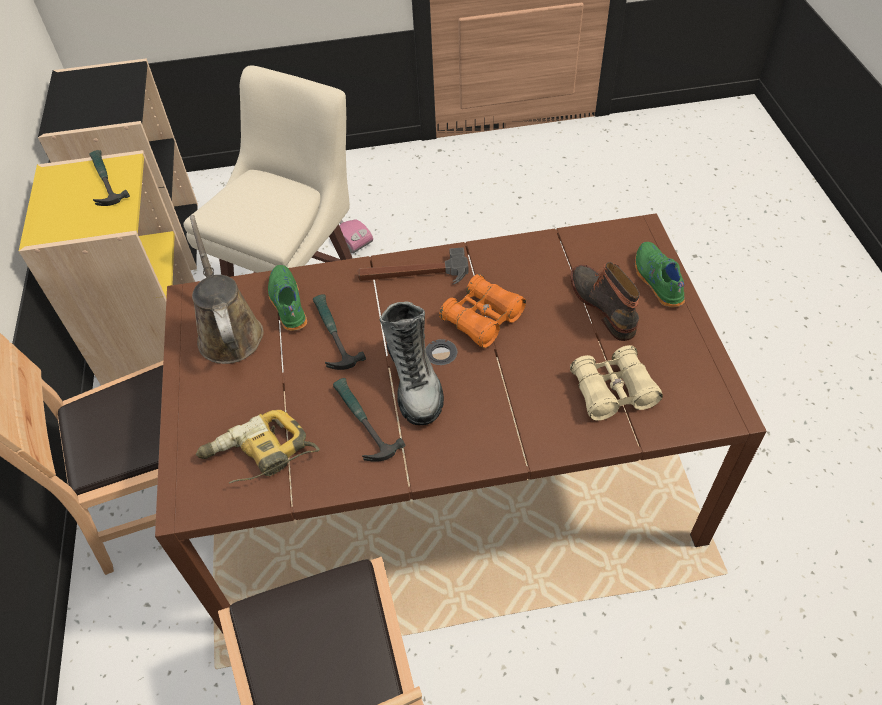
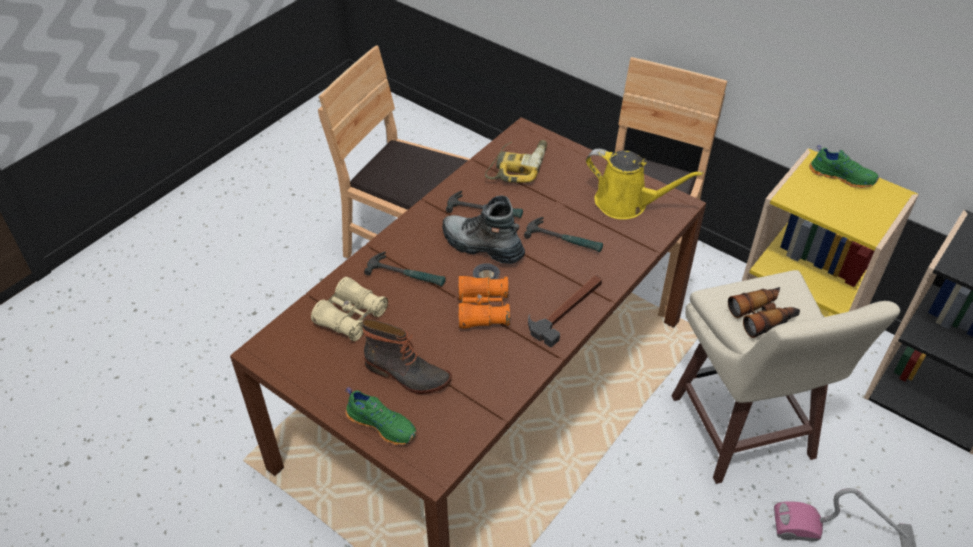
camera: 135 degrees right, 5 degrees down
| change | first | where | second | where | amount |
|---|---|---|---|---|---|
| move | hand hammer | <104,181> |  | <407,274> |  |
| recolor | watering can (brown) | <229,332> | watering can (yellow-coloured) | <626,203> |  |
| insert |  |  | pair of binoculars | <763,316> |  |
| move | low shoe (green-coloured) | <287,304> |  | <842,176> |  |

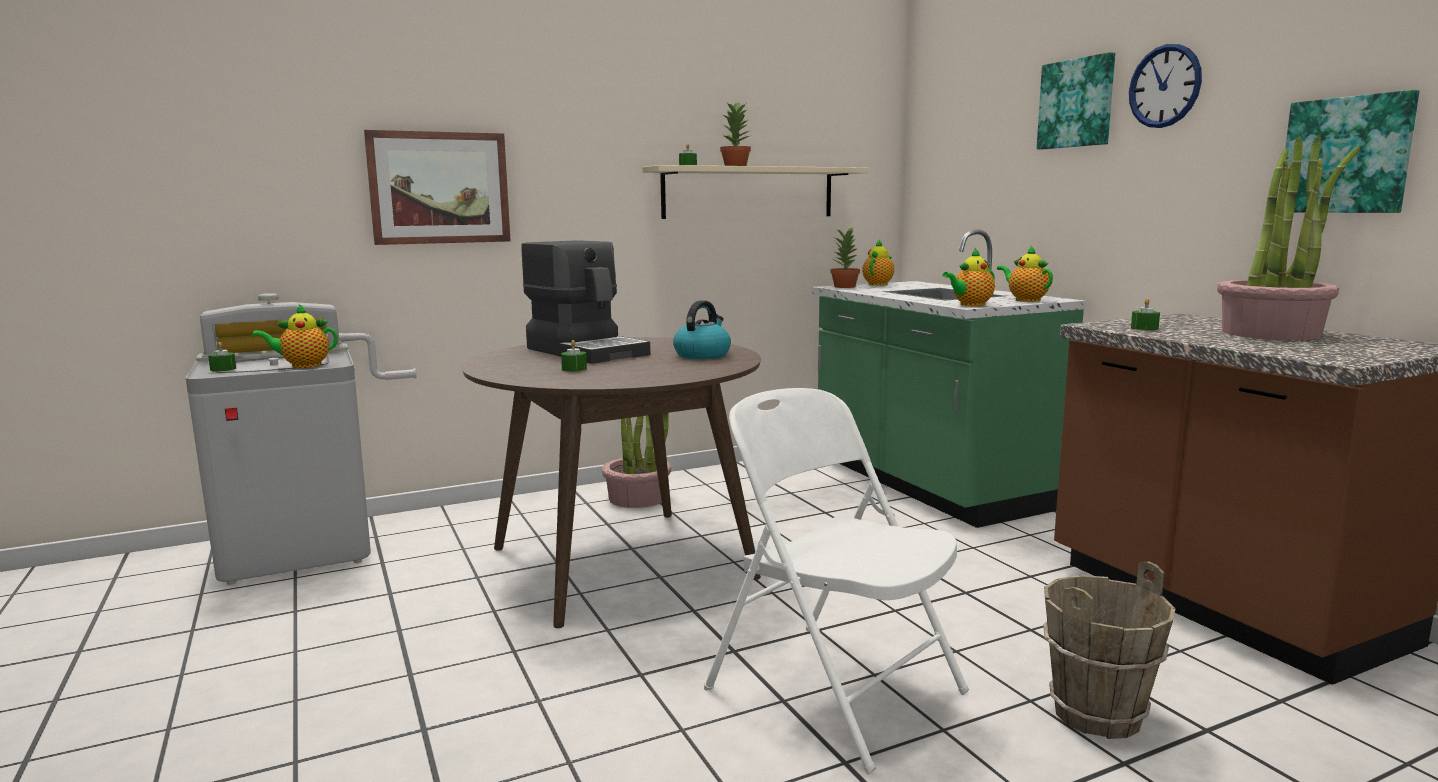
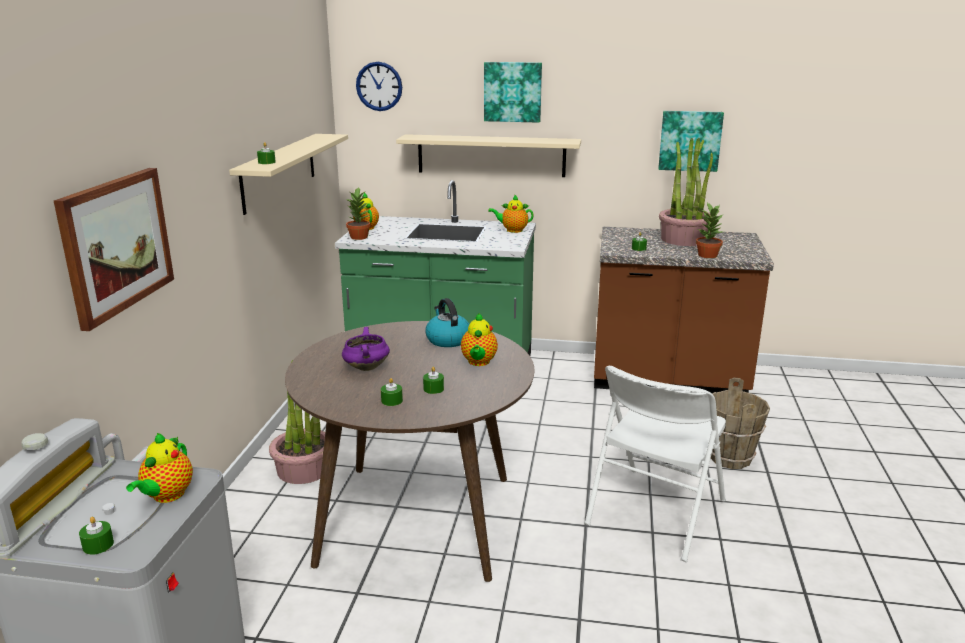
camera: 55 degrees left, 10 degrees up
| change | first | where | second | where | amount |
|---|---|---|---|---|---|
| replace | coffee machine | <587,351> | stockpot (purplish) | <366,367> |  |
| move | wall clock | <1164,86> |  | <379,86> |  |
| insert |  |  | candle (green-coloured) | <392,401> |  |
| insert |  |  | bracket shelf (sand-coloured) | <491,155> |  |
| move | pot for tea | <970,305> |  | <478,362> |  |
| rotate | chair (whitish) | <835,690> |  | <655,512> | 45 degrees counterclockwise |
| move | potted plant | <736,166> |  | <707,255> |  |

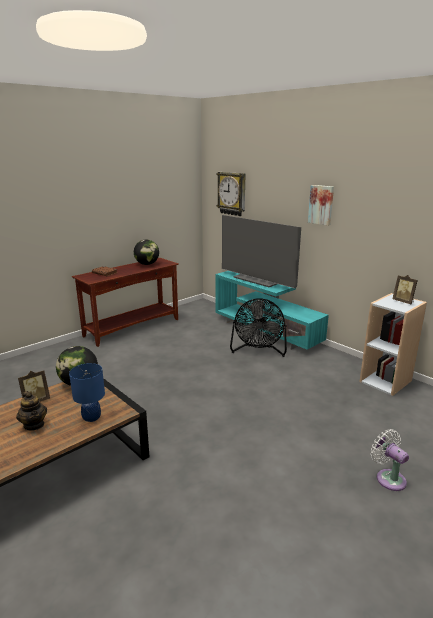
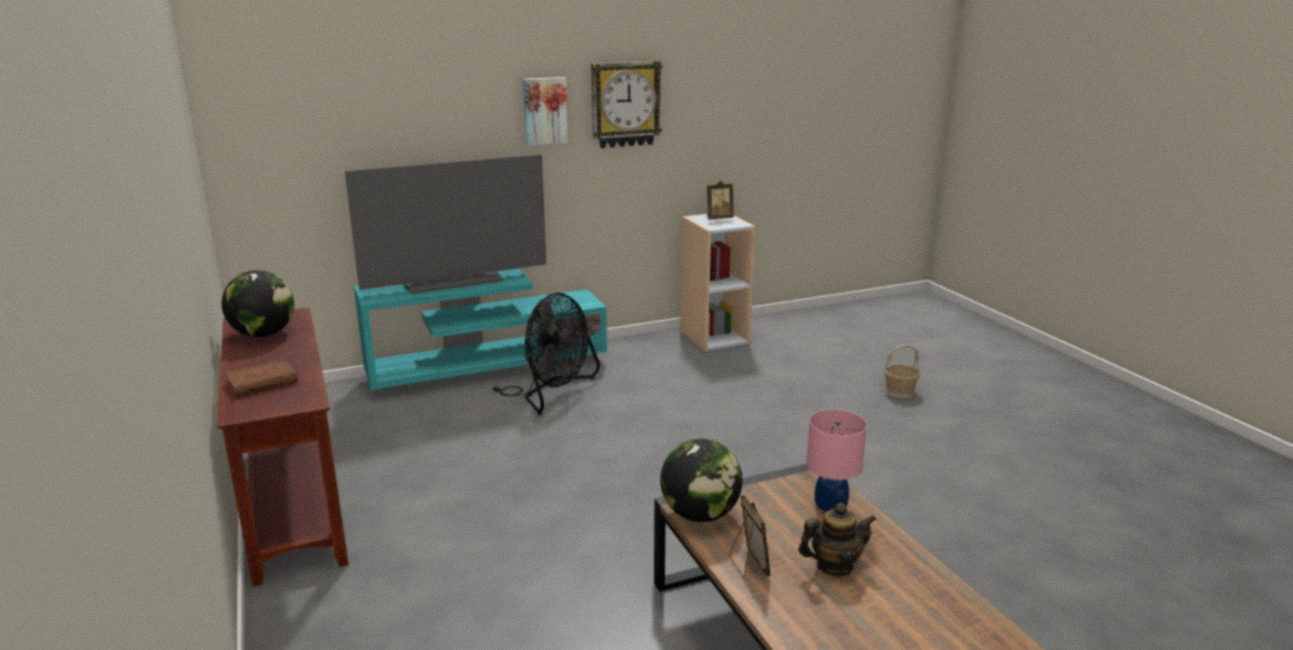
camera: 70 degrees left, 0 degrees up
| change | first | where | second | where | amount |
|---|---|---|---|---|---|
| move | wall clock | <232,193> |  | <625,104> |  |
| recolor | table lamp (bluish) | <92,418> | table lamp (pink) | <828,507> |  |
| replace | electric fan (whitish) | <388,478> | basket | <900,392> |  |

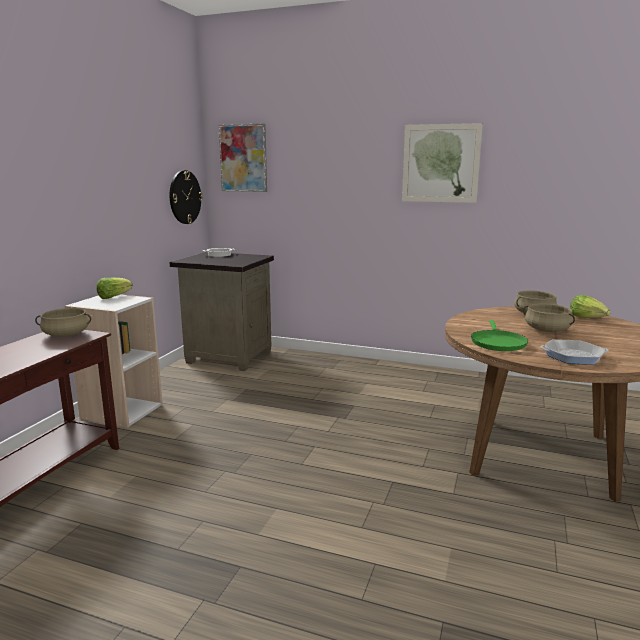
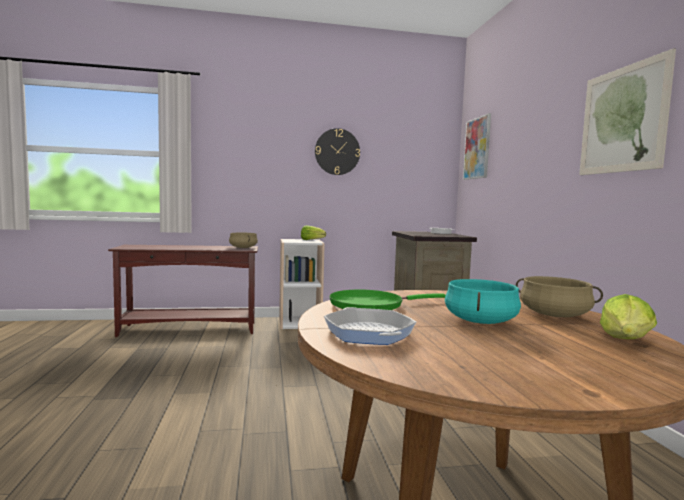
camera: 60 degrees right, 10 degrees down
| change | first | where | second | where | amount |
|---|---|---|---|---|---|
| move | wall clock | <185,197> |  | <337,152> |  |
| recolor | stockpot (sand-coloured) | <546,330> | stockpot (turquoise) | <479,321> |  |

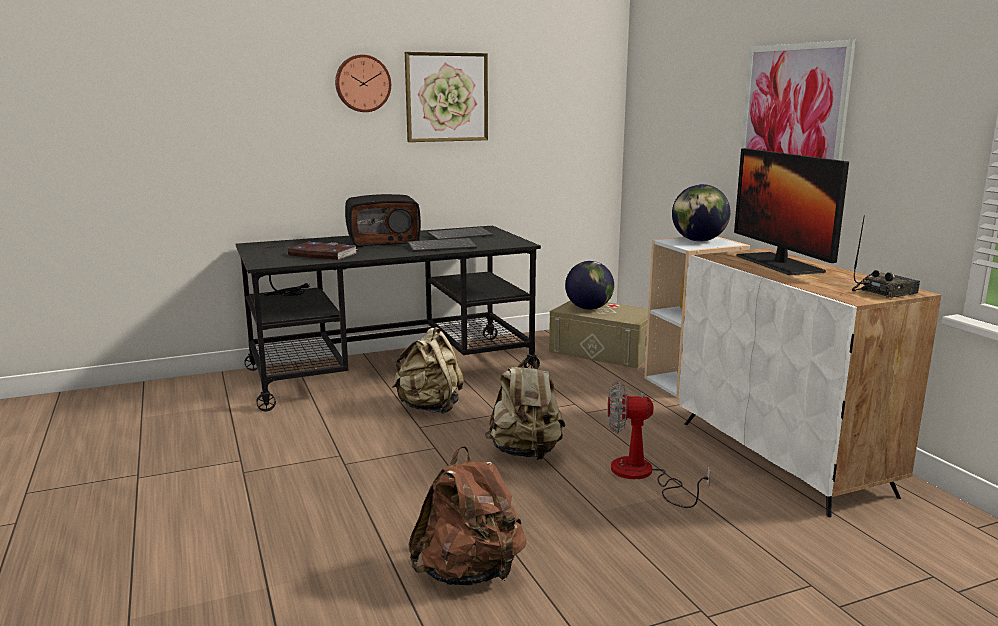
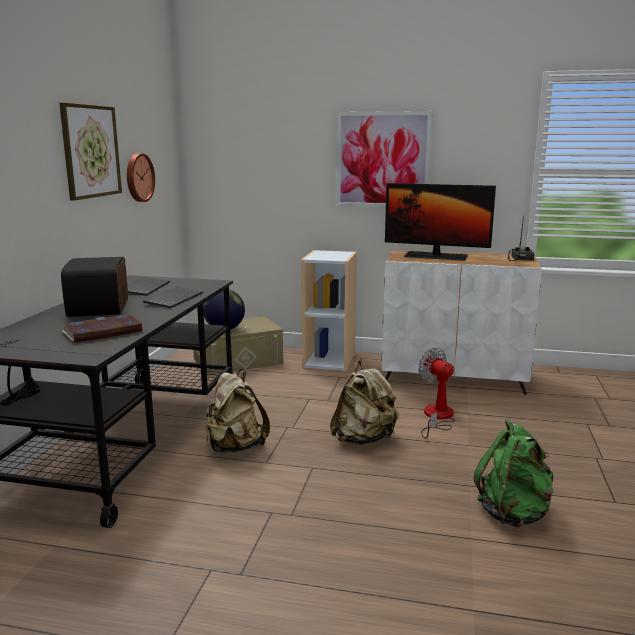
camera: 55 degrees left, 0 degrees up
| change | first | where | second | where | amount |
|---|---|---|---|---|---|
| rotate | radio receiver | <383,241> |  | <100,307> | 150 degrees clockwise |
| move | wall clock | <362,83> |  | <138,177> |  |
| rotate | electric fan | <642,476> |  | <437,417> | 105 degrees clockwise |
| recolor | knapsack (brown) | <469,573> | knapsack (green-coloured) | <513,513> |  |
| delete | world globe | <698,240> |  |  |  |

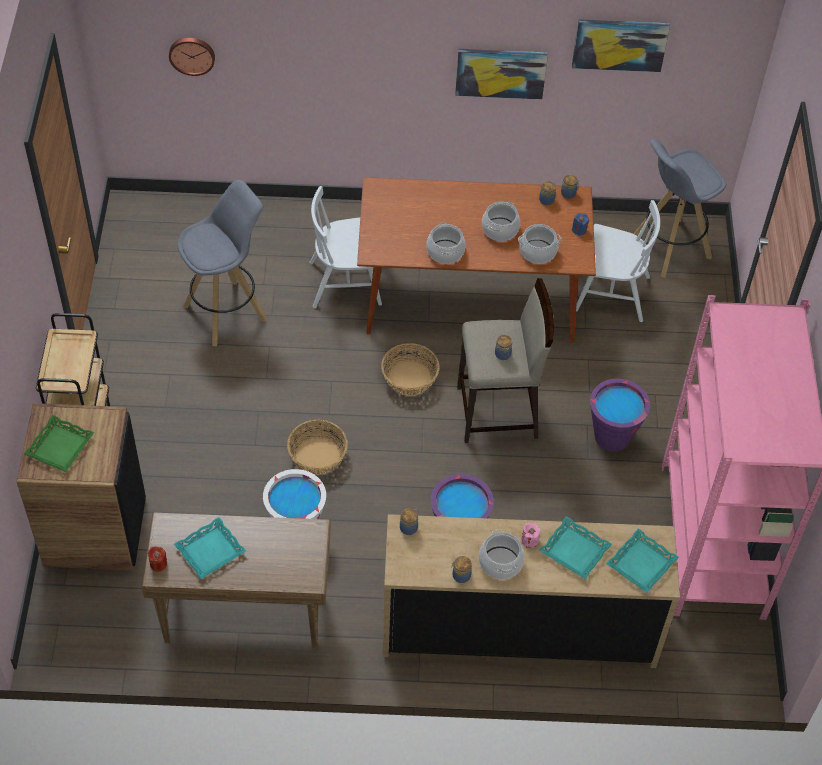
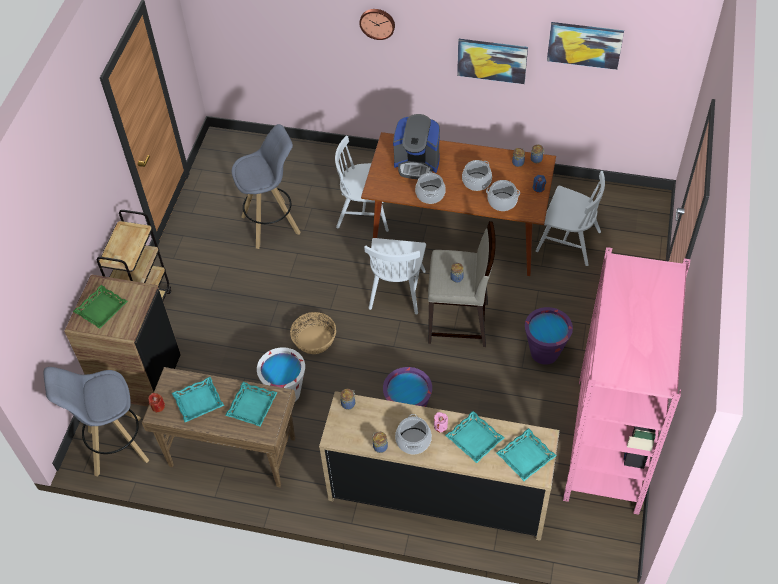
camera: 15 degrees right, 0 degrees up
| change | first | where | second | where | amount |
|---|---|---|---|---|---|
| move | sitting stool (gray) | <668,248> |  | <116,446> |  |
| insert |  |  | carrying tray (turquoise) | <251,406> |  |
| move | wall clock | <192,55> |  | <377,23> |  |
| replace | basket | <409,378> | chair (whitish) | <396,289> |  |
| insert |  |  | coffee machine | <417,163> |  |

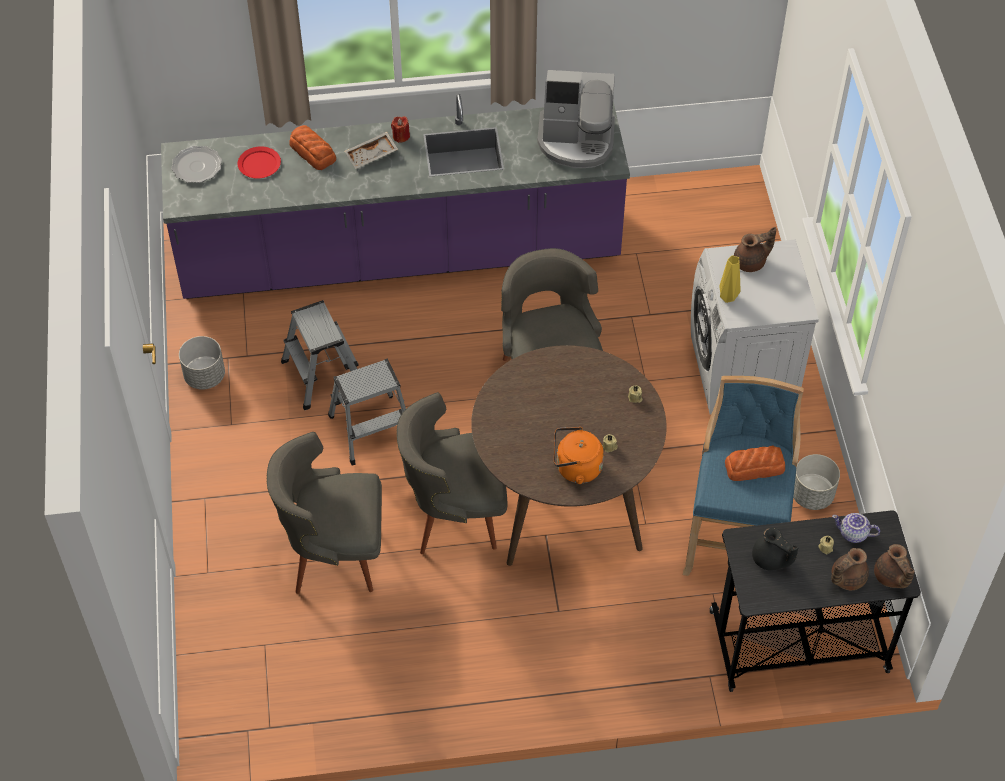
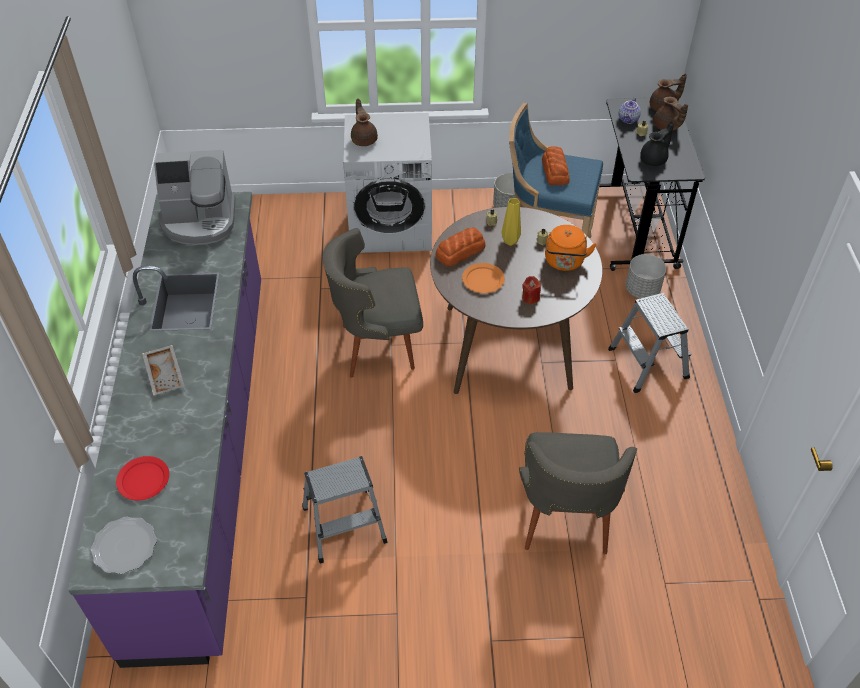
camera: 85 degrees left, 5 degrees down
| change | first | where | second | where | amount |
|---|---|---|---|---|---|
| rotate | coffee machine | <576,141> |  | <199,221> | 75 degrees clockwise |
| move | baked bread | <312,151> |  | <459,251> |  |
| insert |  |  | dinner plate (orange-coloured) | <483,280> |  |
| move | flower vase (yellow-coloured) | <728,296> |  | <509,241> |  |
| move | candle (reddish) | <401,136> |  | <530,297> |  |
| move | step stool (gray) | <372,428> |  | <648,362> |  |
| move | planter (gray) | <205,376> |  | <642,290> |  |
| delete | chair (gray) | <456,517> |  |  |  |

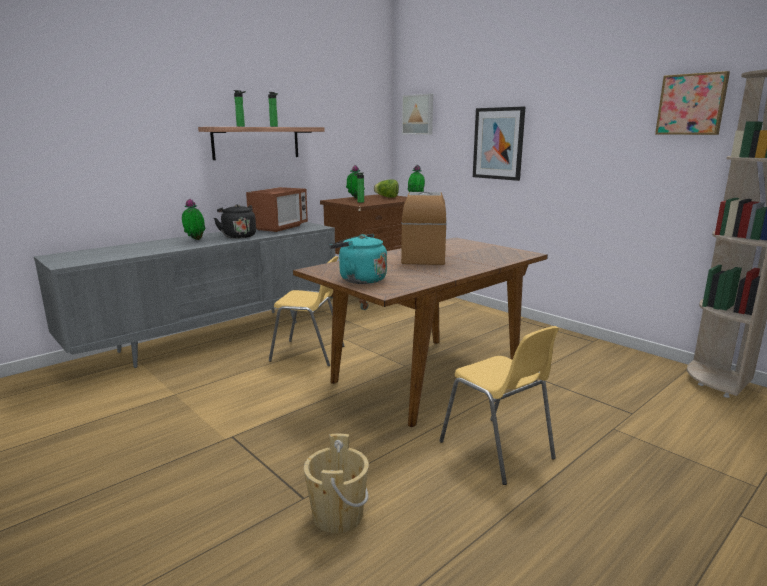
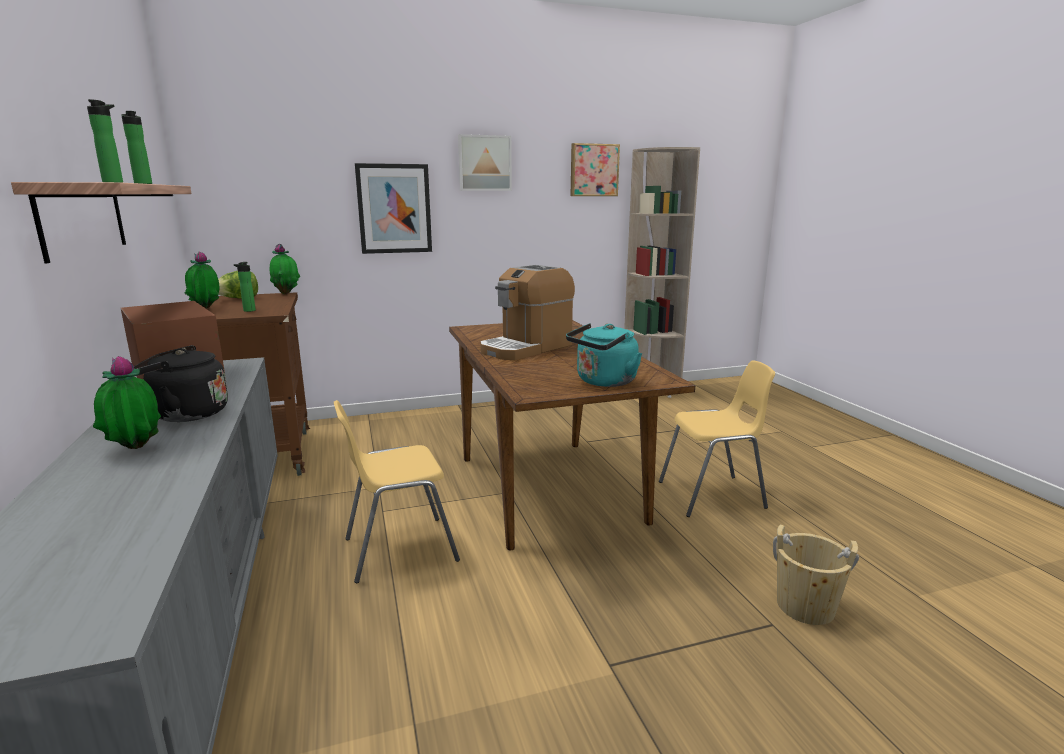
camera: 65 degrees left, 0 degrees up
| change | first | where | second | where | amount |
|---|---|---|---|---|---|
| rotate | chair (yellow-coloured) | <308,353> |  | <399,549> | 150 degrees counterclockwise |
| move | picture | <418,114> |  | <484,163> |  |
| rotate | coffee machine | <423,256> |  | <526,348> | 75 degrees counterclockwise |

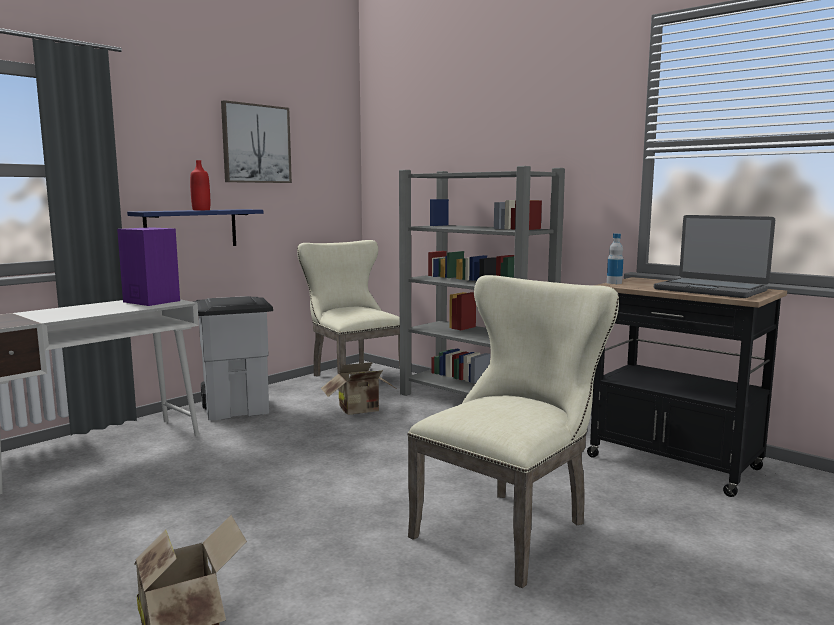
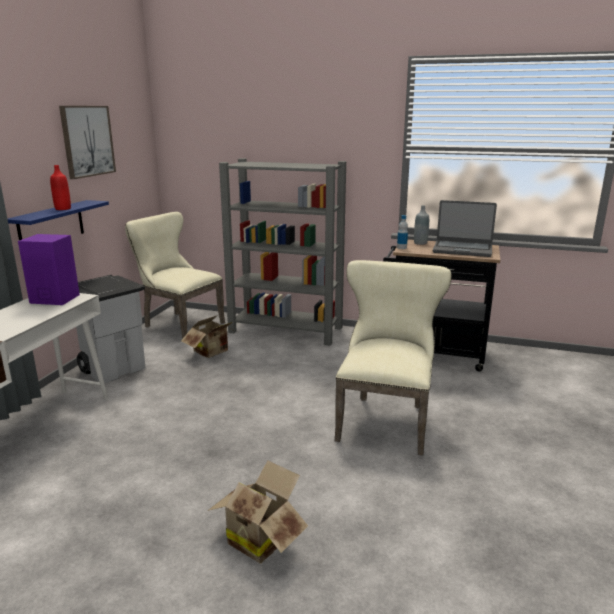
camera: 25 degrees left, 10 degrees up
| change | first | where | second | where | amount |
|---|---|---|---|---|---|
| insert |  |  | beverage bottle (gray) | <420,243> |  |

